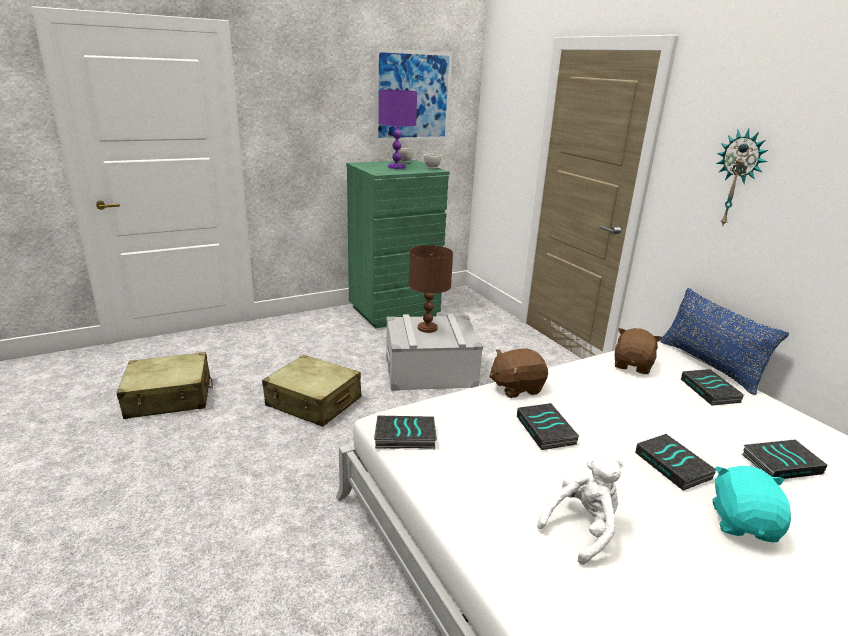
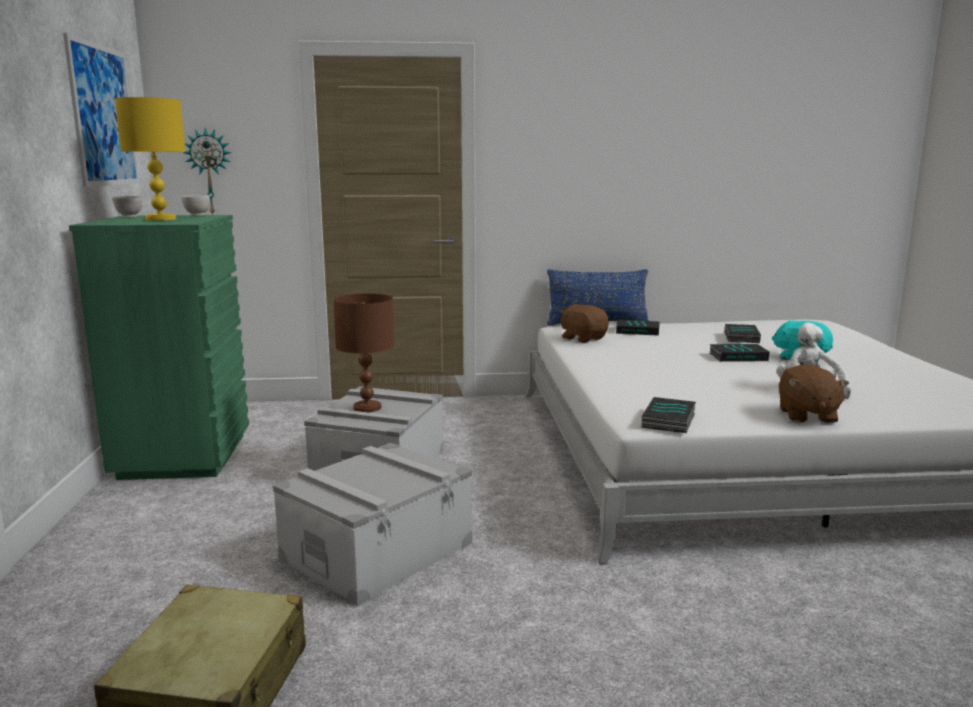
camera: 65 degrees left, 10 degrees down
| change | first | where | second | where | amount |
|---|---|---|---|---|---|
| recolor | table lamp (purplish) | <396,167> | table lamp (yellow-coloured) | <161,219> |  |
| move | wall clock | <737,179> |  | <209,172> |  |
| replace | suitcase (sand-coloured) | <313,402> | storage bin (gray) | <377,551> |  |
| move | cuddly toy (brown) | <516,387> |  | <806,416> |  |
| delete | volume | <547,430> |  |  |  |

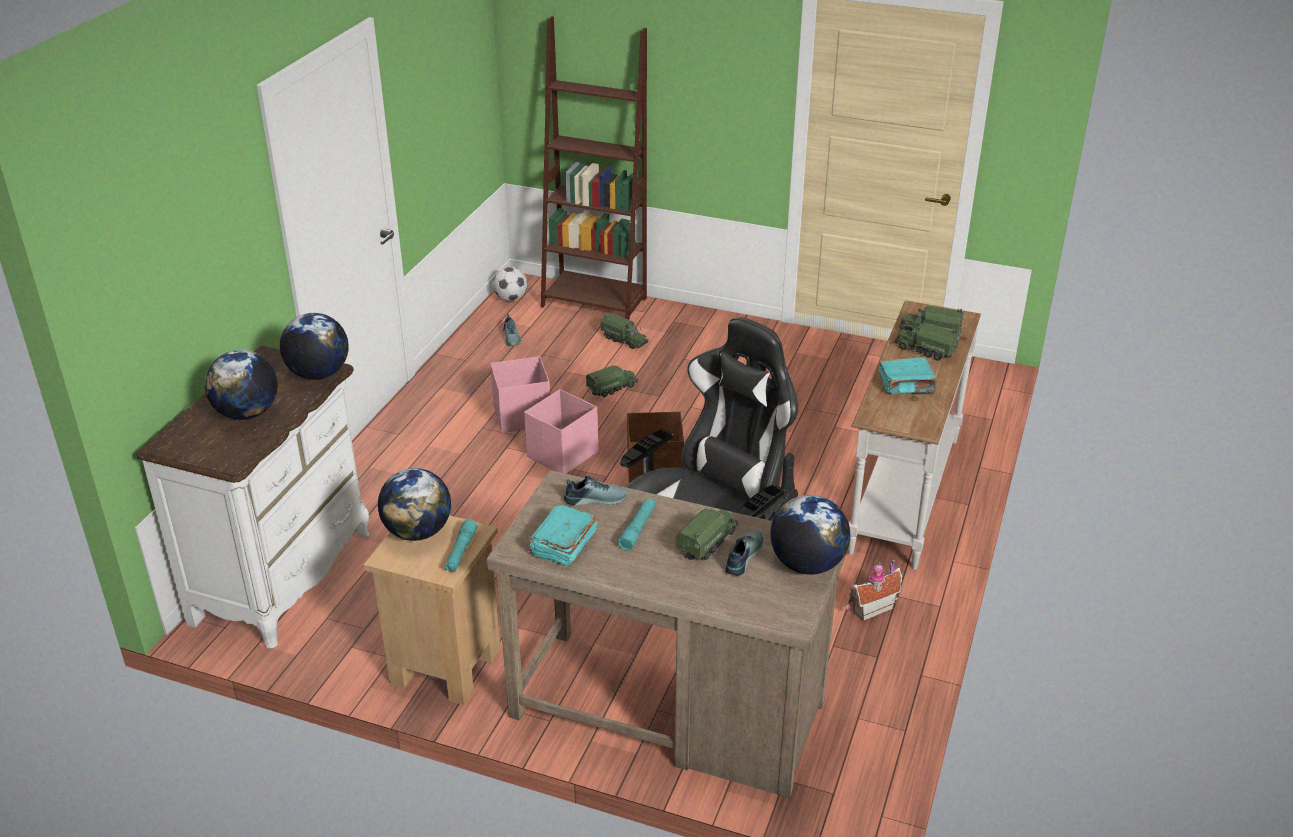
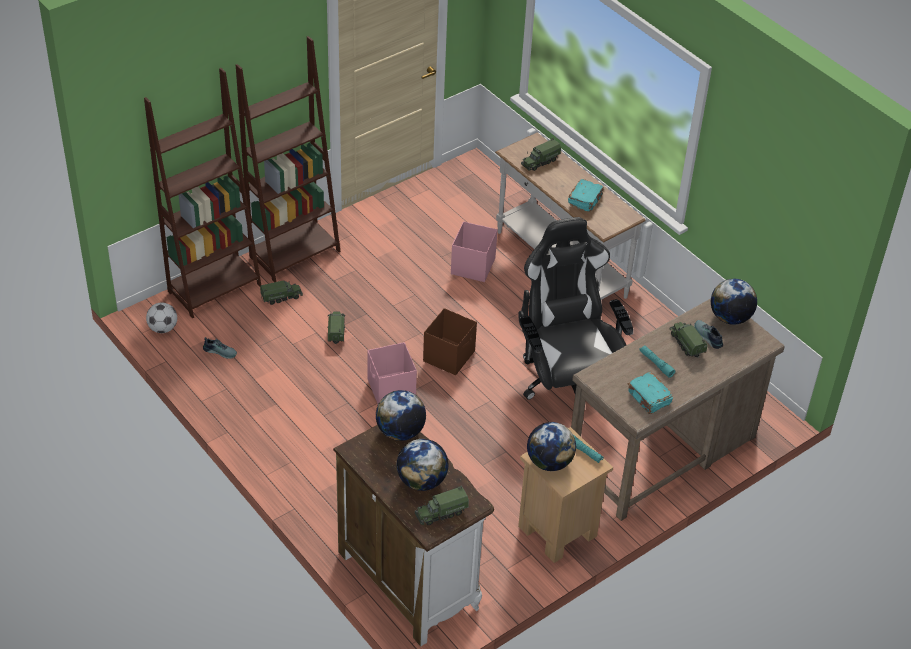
camera: 60 degrees left, 10 degrees up
| change | first | where | second | where | amount |
|---|---|---|---|---|---|
| insert |  |  | bookcase (brown) | <294,254> |  |
| move | model truck | <925,350> |  | <441,513> |  |
| move | storage bin (pink) | <521,416> |  | <472,267> |  |
| delete | low shoe | <595,498> |  |  |  |
| delete | miniature house | <870,608> |  |  |  |

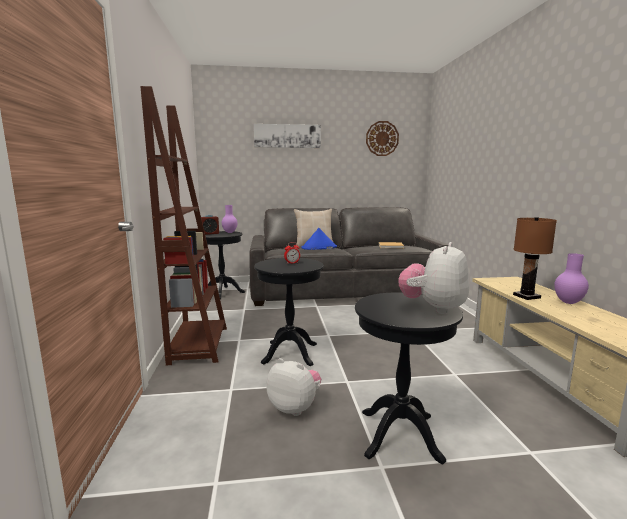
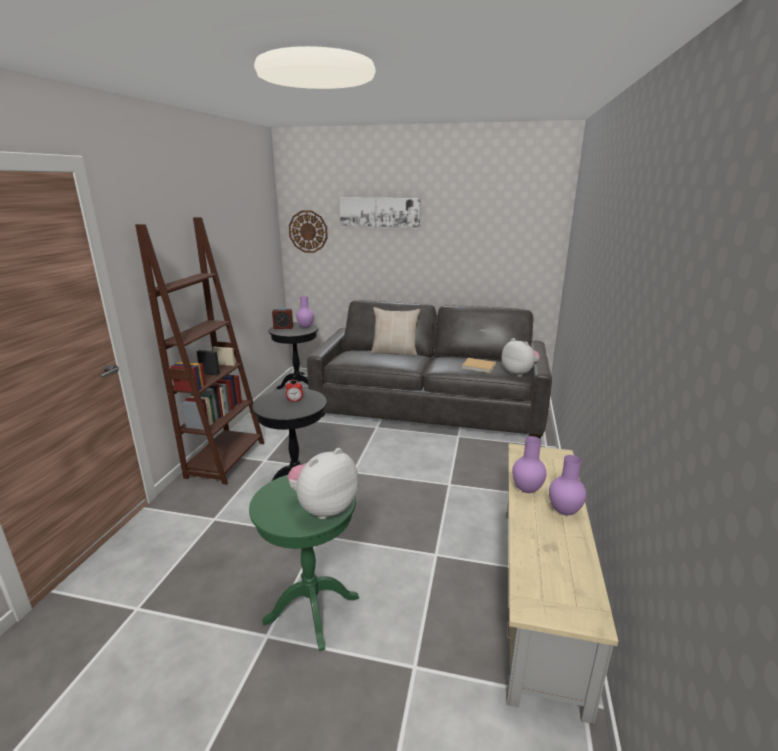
camera: 20 degrees right, 10 degrees up
| change | first | where | second | where | amount |
|---|---|---|---|---|---|
| recolor | accent table (blackish) | <400,435> | accent table (green-coloured) | <312,609> |  |
| move | wall clock | <382,138> |  | <308,231> |  |
| move | cuddly toy | <295,407> |  | <519,373> |  |
| replace | table lamp (brown) | <527,296> | flower vase (purplish) | <527,490> |  |
| delete | hat (bluish) | <319,247> |  |  |  |

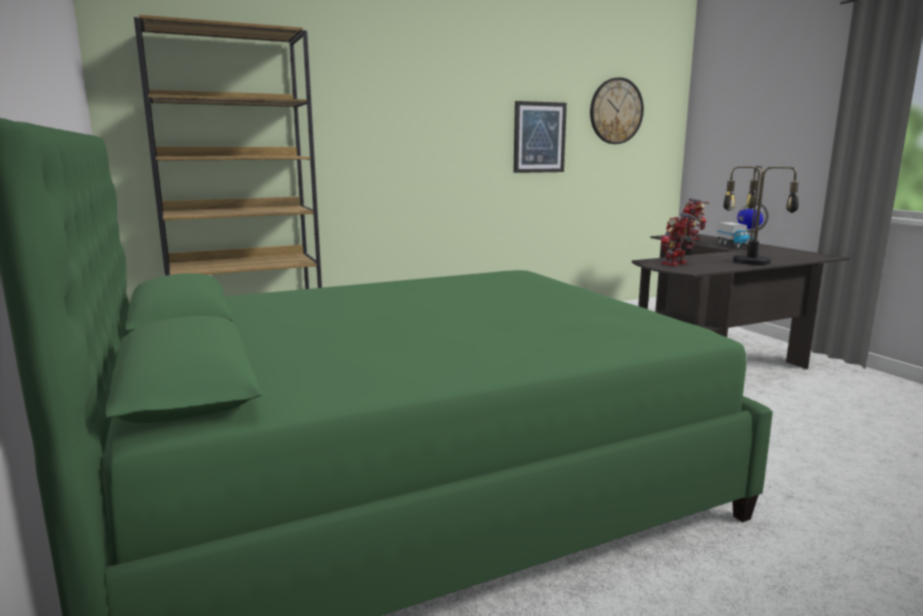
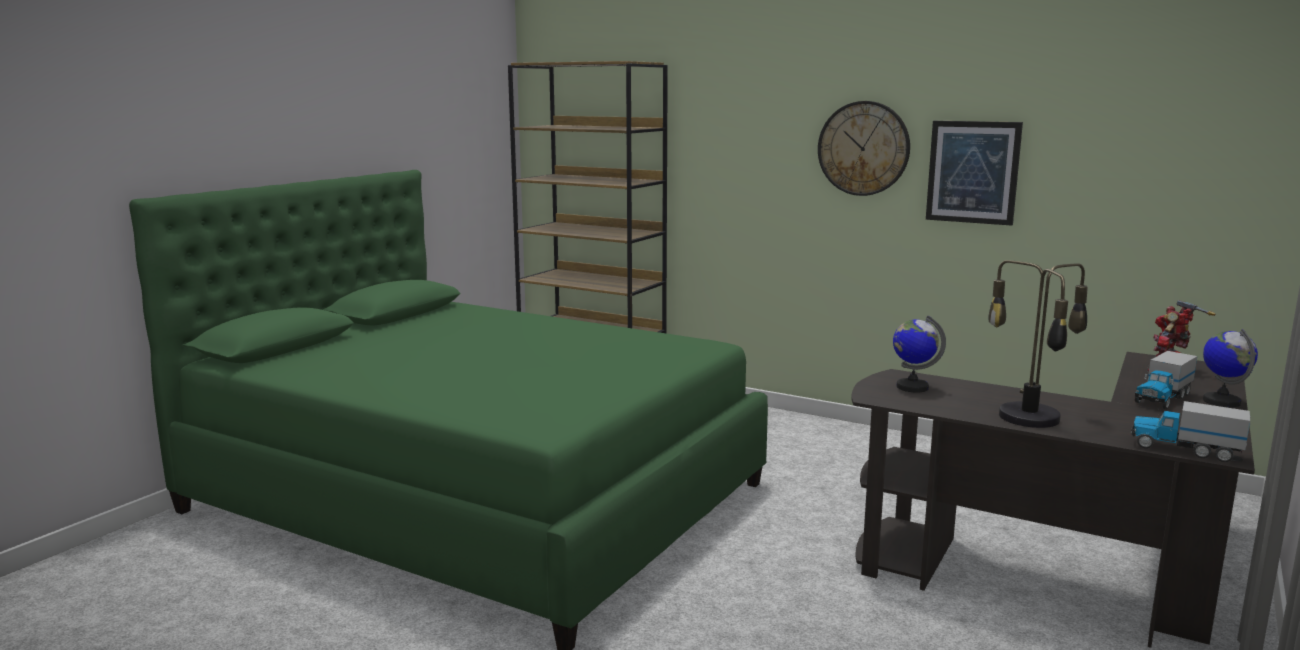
camera: 55 degrees right, 0 degrees up
| change | first | where | second | where | amount |
|---|---|---|---|---|---|
| move | wall clock | <616,111> |  | <863,148> |  |
| replace | model robot | <675,263> | world globe | <912,387> |  |
| insert |  |  | model truck | <1185,449> |  |

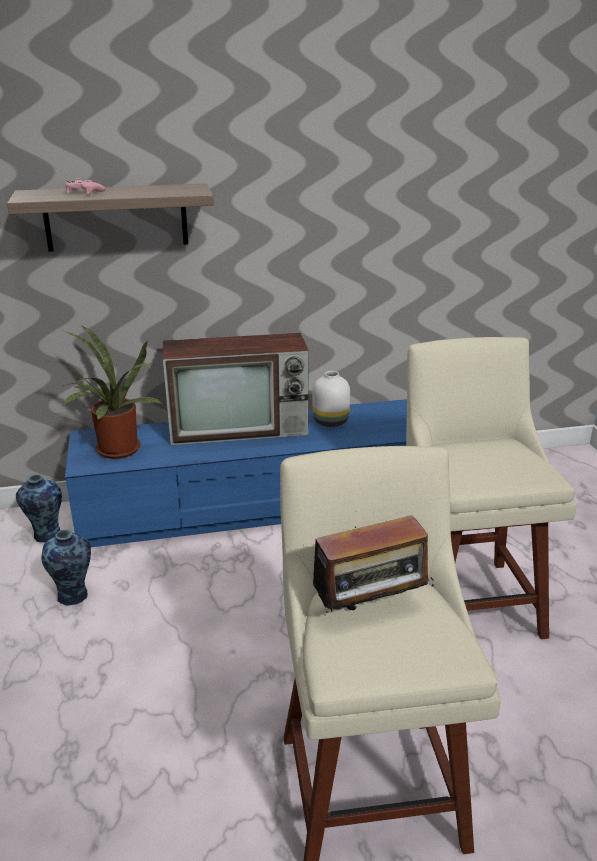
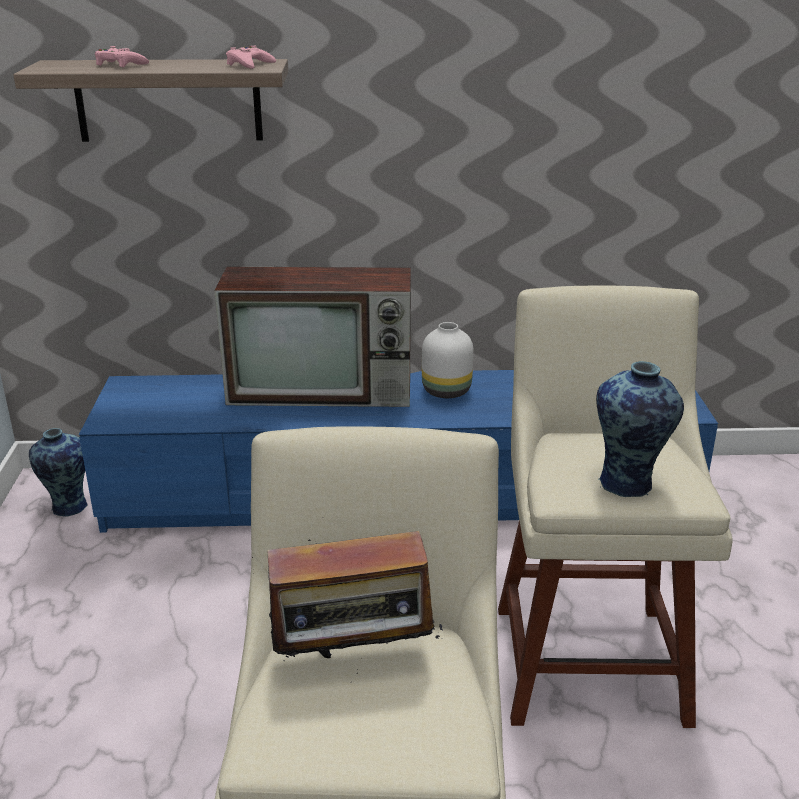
camera: 10 degrees right, 0 degrees up
| change | first | where | second | where | amount |
|---|---|---|---|---|---|
| insert |  |  | game controller (pink) | <249,64> |  |
| move | flower vase | <74,596> |  | <628,484> |  |
| delete | potted plant | <115,452> |  |  |  |

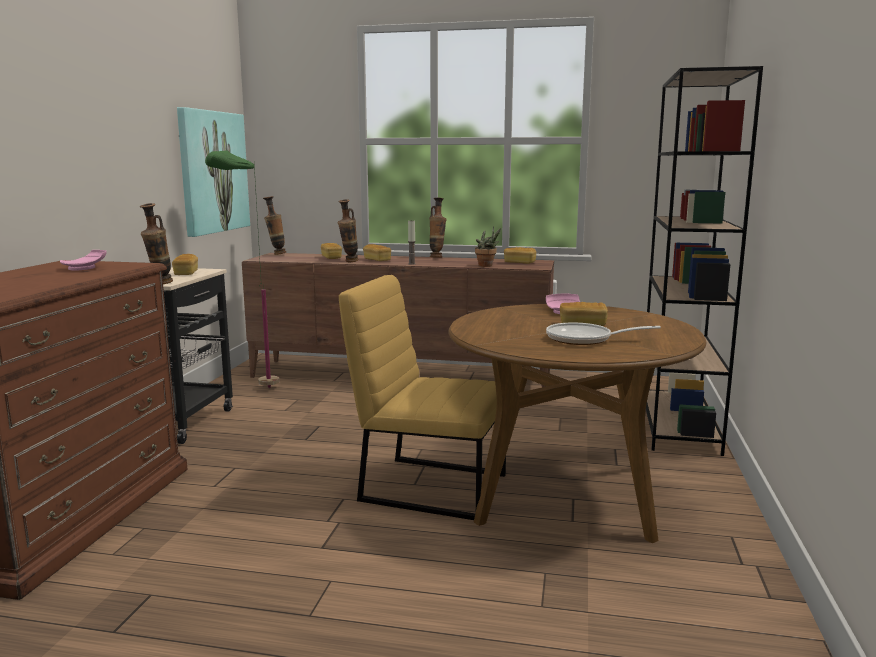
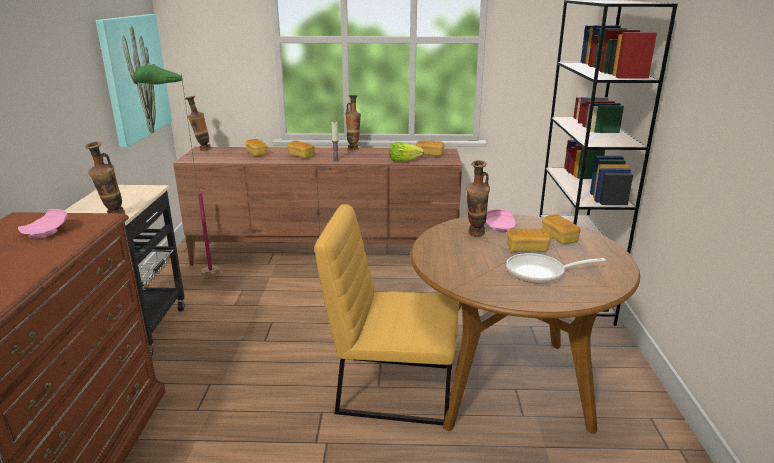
camera: 10 degrees left, 10 degrees up
| change | first | where | second | where | amount |
|---|---|---|---|---|---|
| replace | potted plant | <487,266> | lettuce head | <404,161> |  |
| move | flower vase | <349,262> |  | <475,235> |  |
| move | baked bread | <186,273> |  | <559,238> |  |

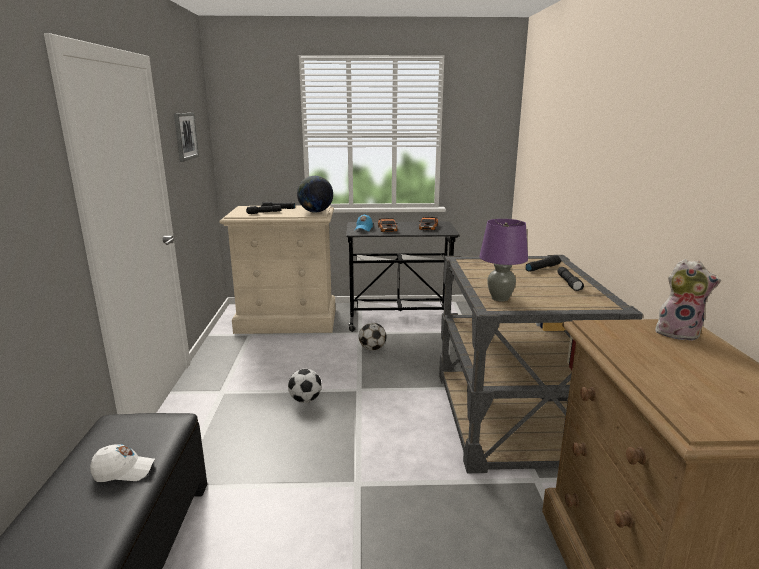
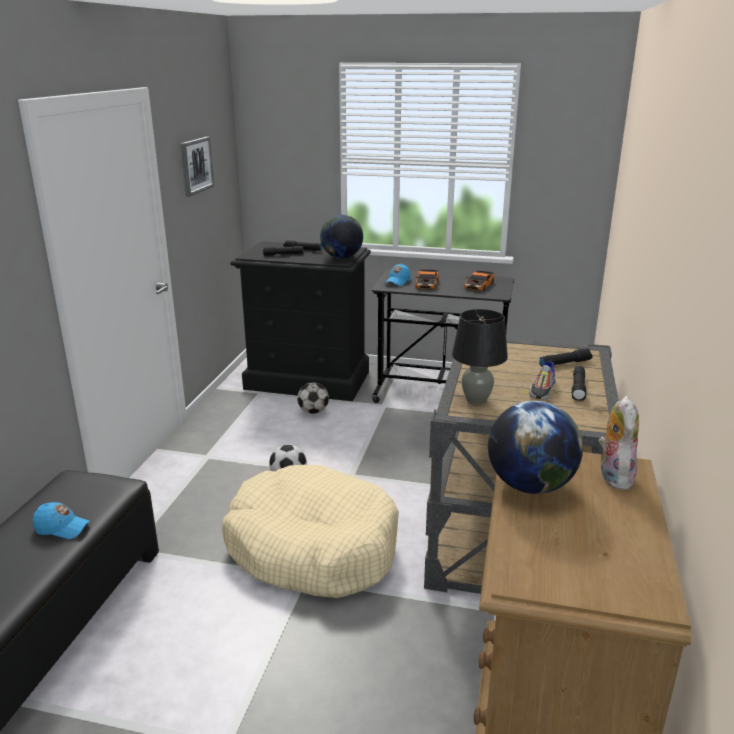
camera: 15 degrees right, 5 degrees up
| change | first | where | second | where | amount |
|---|---|---|---|---|---|
| recolor | cap (whitish) | <124,471> | cap (bluish) | <62,528> |  |
| insert |  |  | pet bed (sand-coloured) | <312,547> |  |
| recolor | chest of drawers (sand-coloured) | <287,321> | chest of drawers (blackish) | <307,380> |  |
| move | ball for football | <372,349> |  | <313,412> |  |
| recolor | table lamp (purplish) | <499,298> | table lamp (blackish) | <476,400> |  |
| insert |  |  | world globe | <530,486> |  |
| insert |  |  | low shoe | <542,390> |  |
| rotate | cuddly toy | <678,333> |  | <613,476> | 120 degrees counterclockwise |

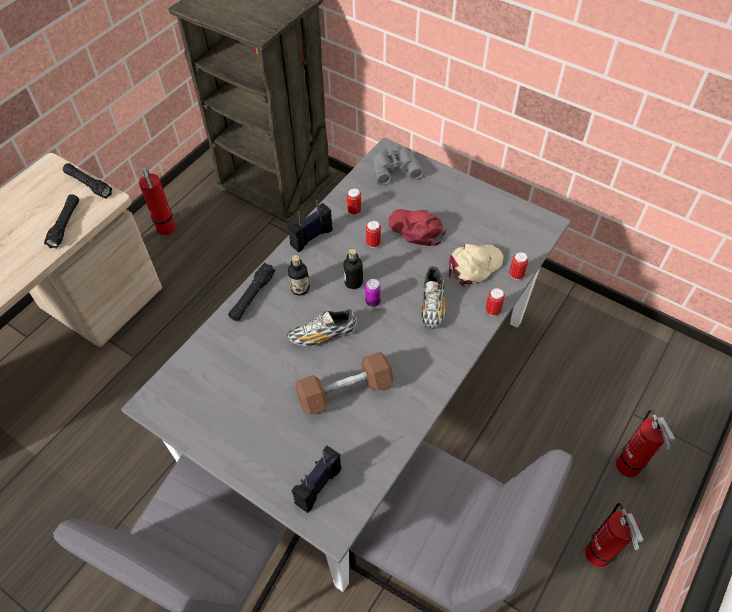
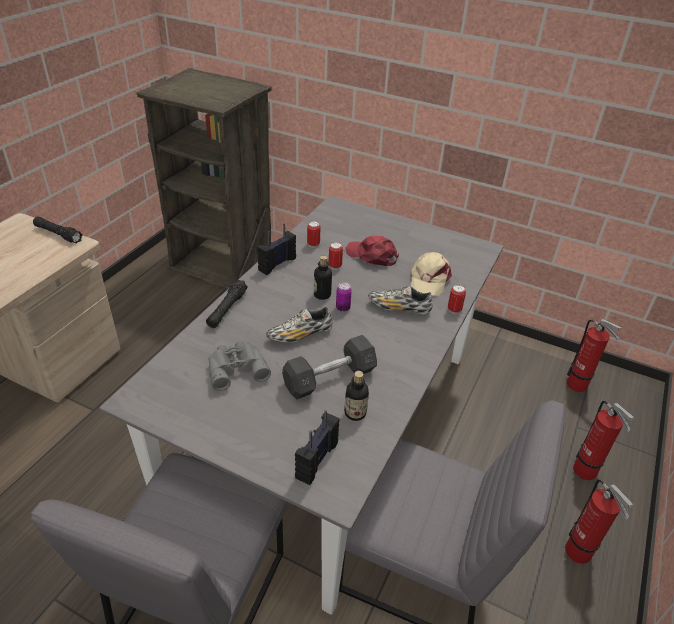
camera: 10 degrees left, 15 degrees down
| change | first | where | second | where | amount |
|---|---|---|---|---|---|
| move | pair of binoculars (gray) | <394,167> |  | <236,368> |  |
| recolor | hand weight (brown) | <345,391> | hand weight (gray) | <329,378> |  |
| move | beverage bottle | <300,288> |  | <355,413> |  |
| rotate | low shoe | <432,305> |  | <399,308> | 105 degrees clockwise |
| rotate | cap (sand-coloured) | <473,266> |  | <429,279> | 150 degrees clockwise |
| move | extinguisher | <166,229> |  | <579,386> |  |
| delete | torch (blackish) | <65,225> |  |  |  |
| delete | can | <516,275> |  |  |  |

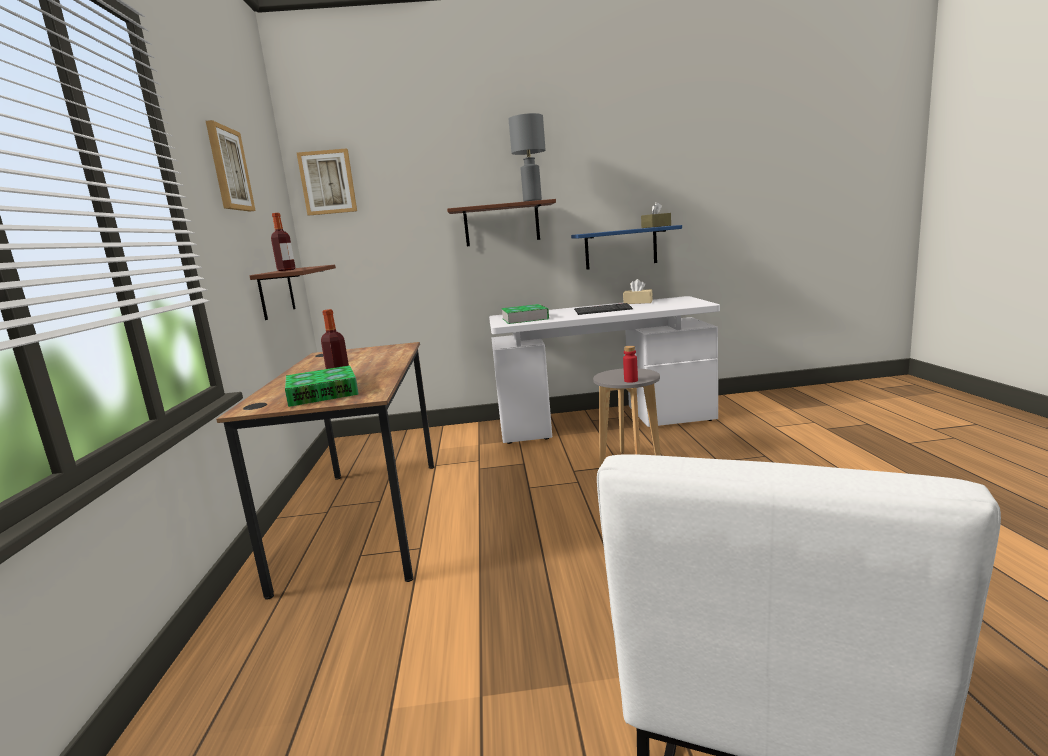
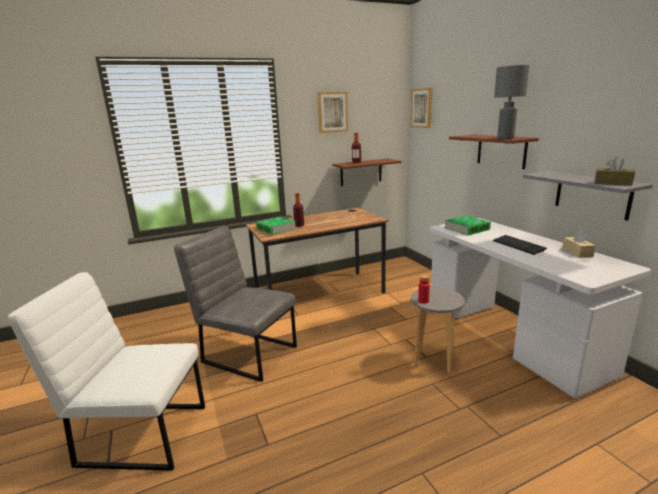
camera: 70 degrees right, 5 degrees up
| change | first | where | second | where | amount |
|---|---|---|---|---|---|
| insert |  |  | chair (gray) | <248,353> |  |
| recolor | bracket shelf (bluish) | <620,248> | bracket shelf (gray) | <592,194> |  |

